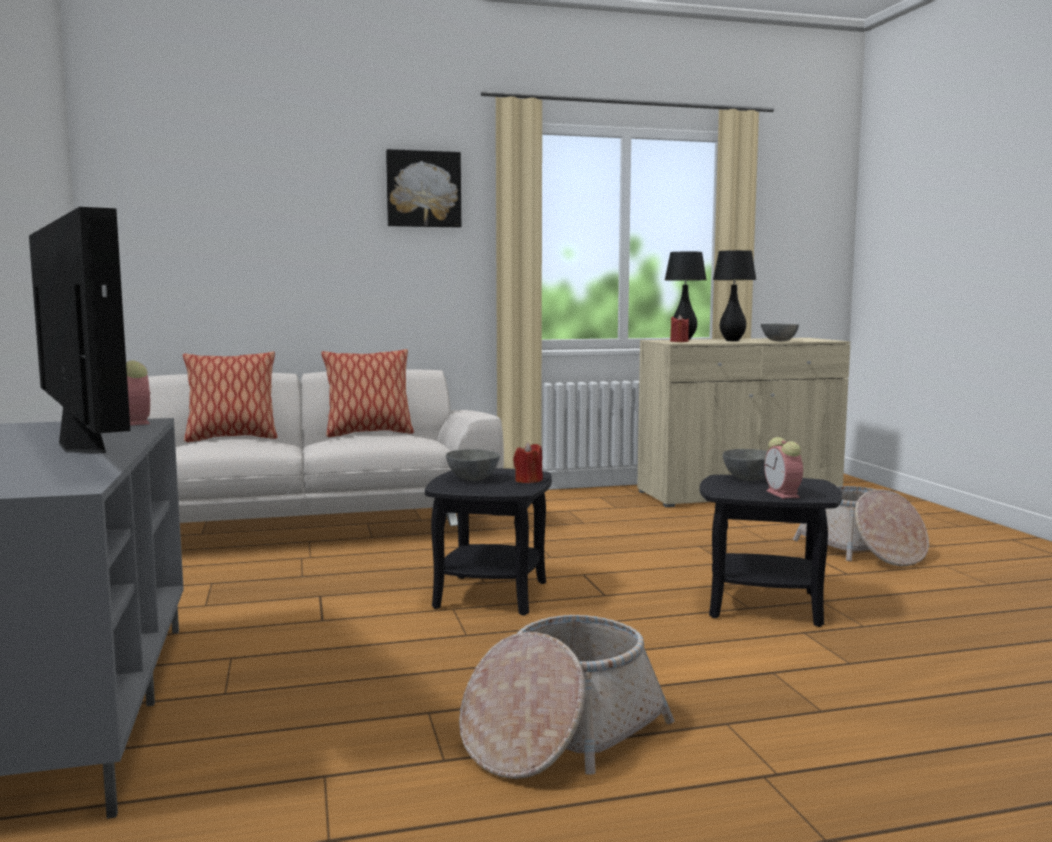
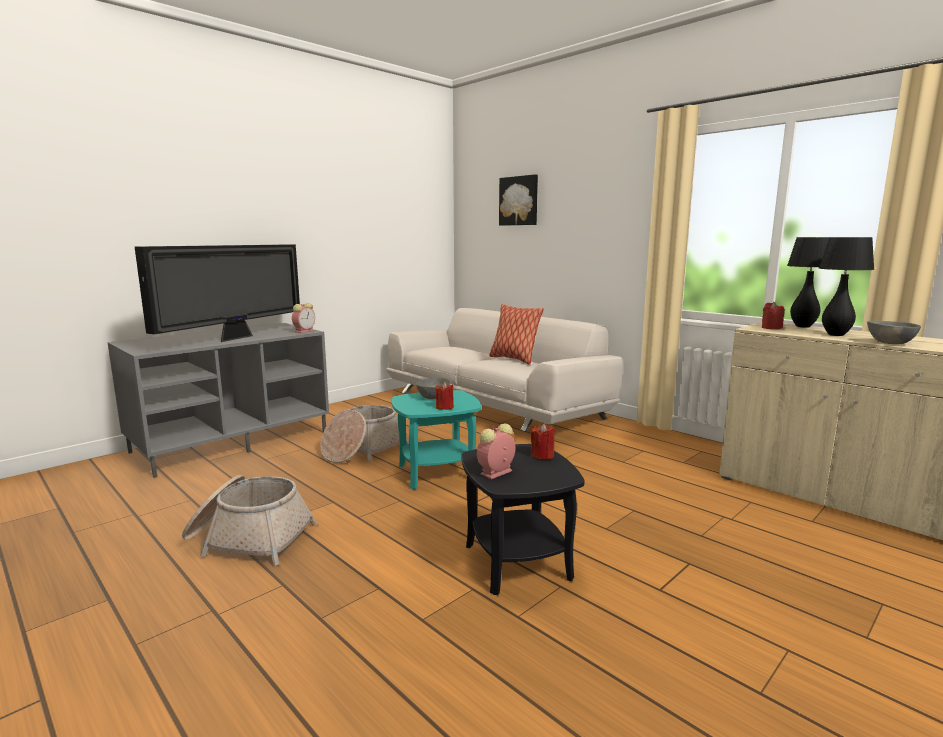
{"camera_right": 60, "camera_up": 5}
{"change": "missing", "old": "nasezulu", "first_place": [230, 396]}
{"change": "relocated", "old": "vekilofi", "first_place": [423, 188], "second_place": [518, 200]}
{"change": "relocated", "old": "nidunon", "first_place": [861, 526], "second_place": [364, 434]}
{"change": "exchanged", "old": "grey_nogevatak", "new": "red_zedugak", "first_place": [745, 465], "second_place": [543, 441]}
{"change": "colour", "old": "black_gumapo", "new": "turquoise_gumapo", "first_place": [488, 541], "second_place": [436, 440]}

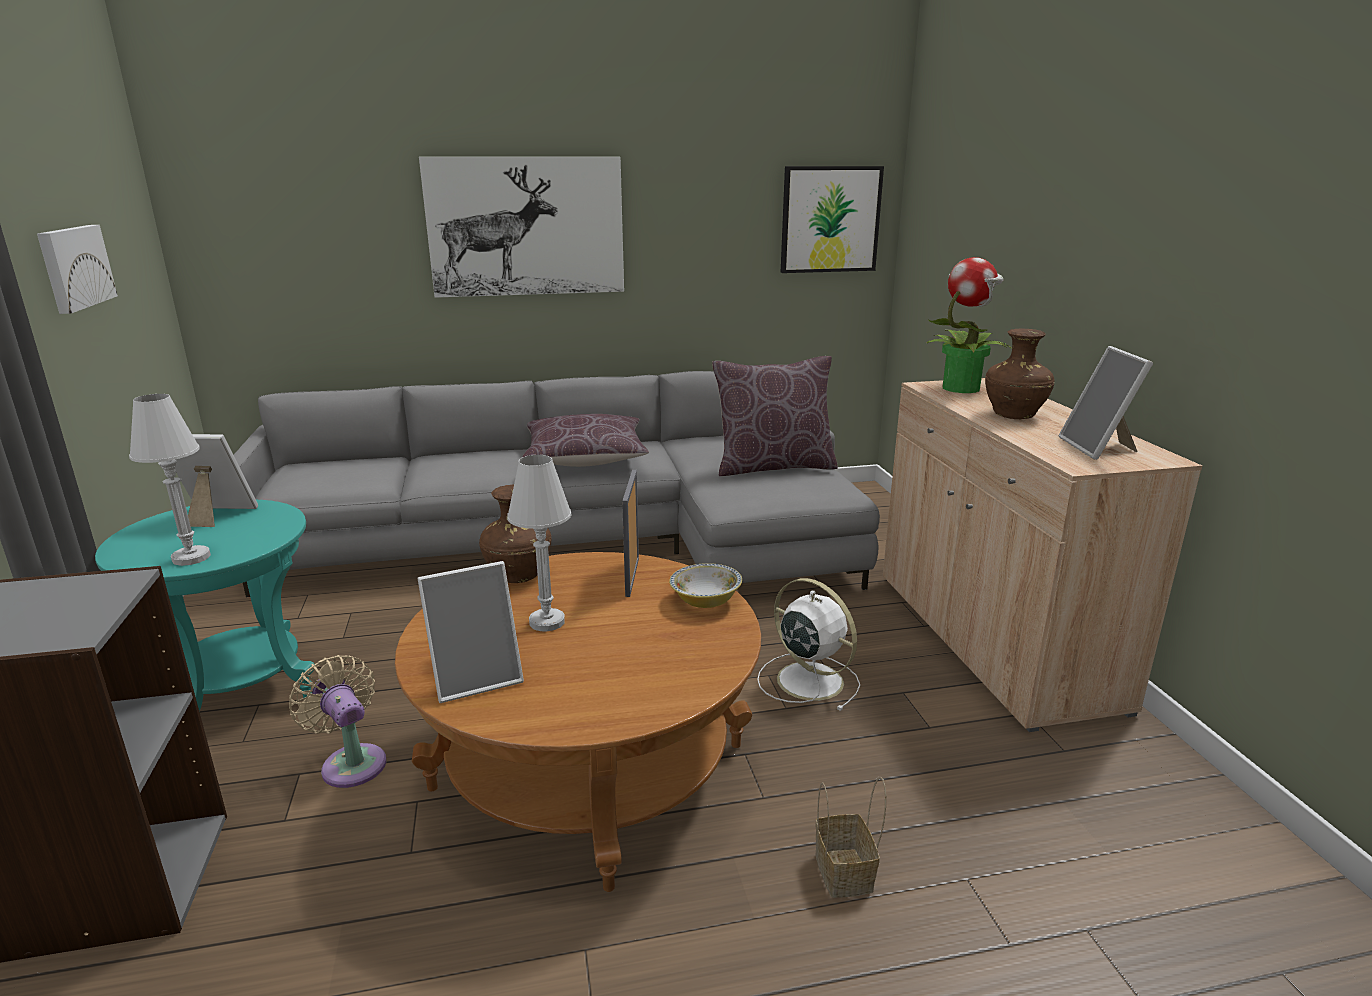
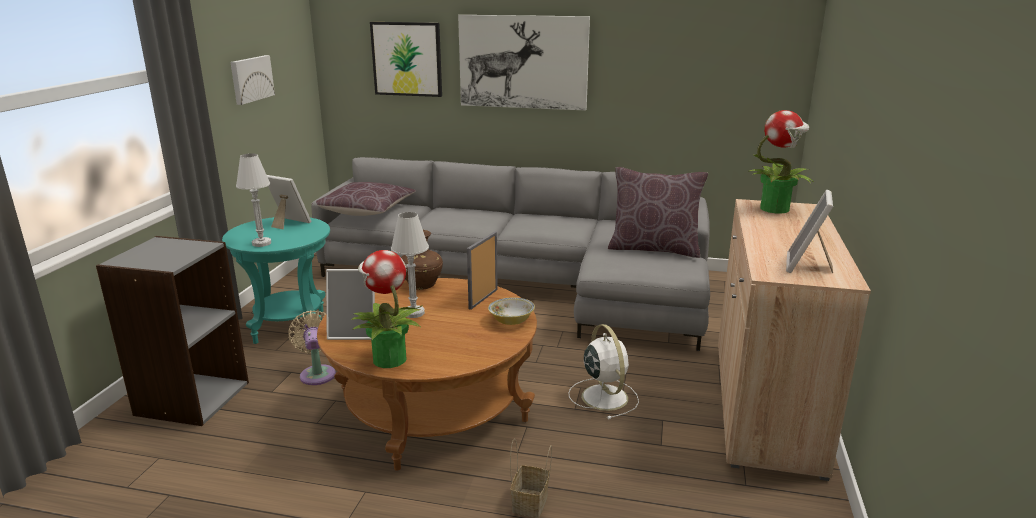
{"camera_right": 25, "camera_up": 0}
{"change": "missing", "old": "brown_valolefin", "first_place": [1020, 374]}
{"change": "appeared", "new": "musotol", "second_place": [386, 309]}
{"change": "relocated", "old": "brown_nasezulu", "first_place": [585, 440], "second_place": [363, 199]}
{"change": "relocated", "old": "vekilofi", "first_place": [832, 219], "second_place": [406, 59]}

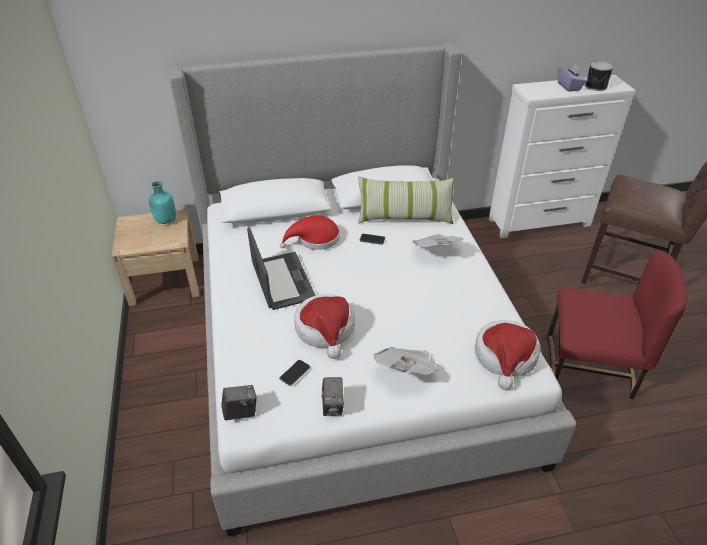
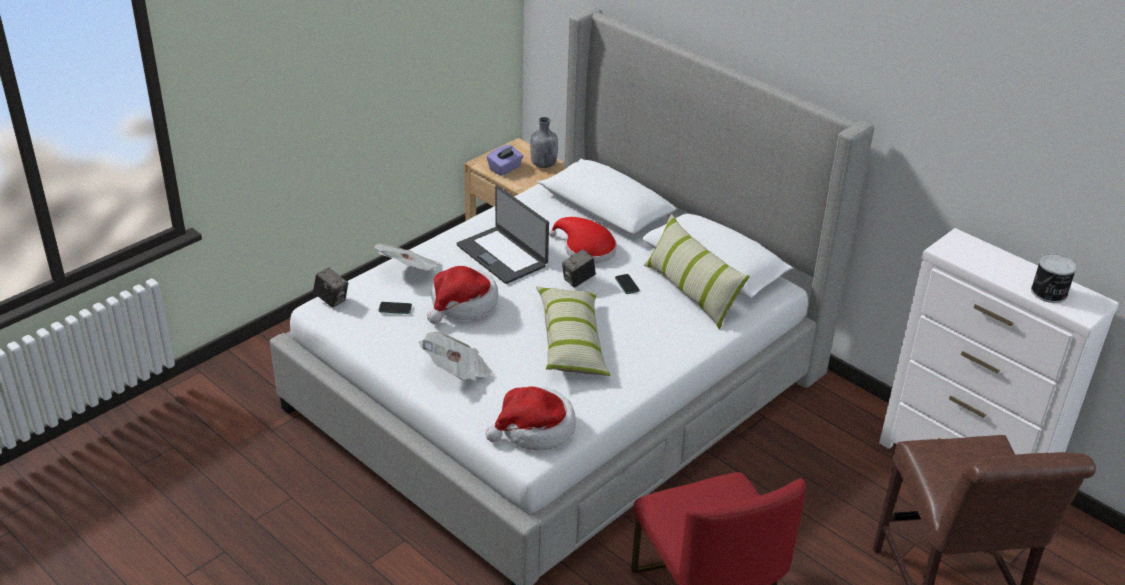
{"camera_right": 55, "camera_up": -5}
{"change": "appeared", "new": "nasezulu", "second_place": [573, 331]}
{"change": "relocated", "old": "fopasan", "first_place": [333, 396], "second_place": [579, 268]}
{"change": "relocated", "old": "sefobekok", "first_place": [438, 240], "second_place": [407, 257]}
{"change": "relocated", "old": "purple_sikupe", "first_place": [572, 77], "second_place": [505, 160]}
{"change": "colour", "old": "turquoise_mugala", "new": "grey_mugala", "first_place": [162, 202], "second_place": [544, 142]}
{"change": "spun", "old": "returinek", "first_place": [281, 268], "second_place": [502, 235], "degrees": 105}

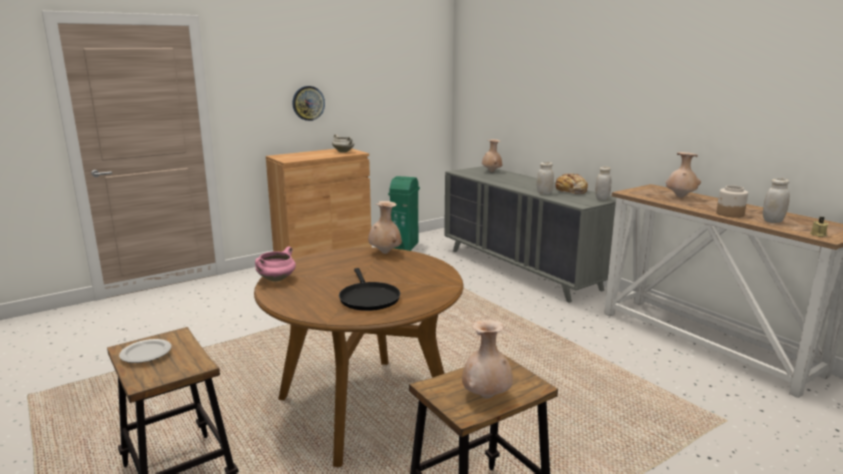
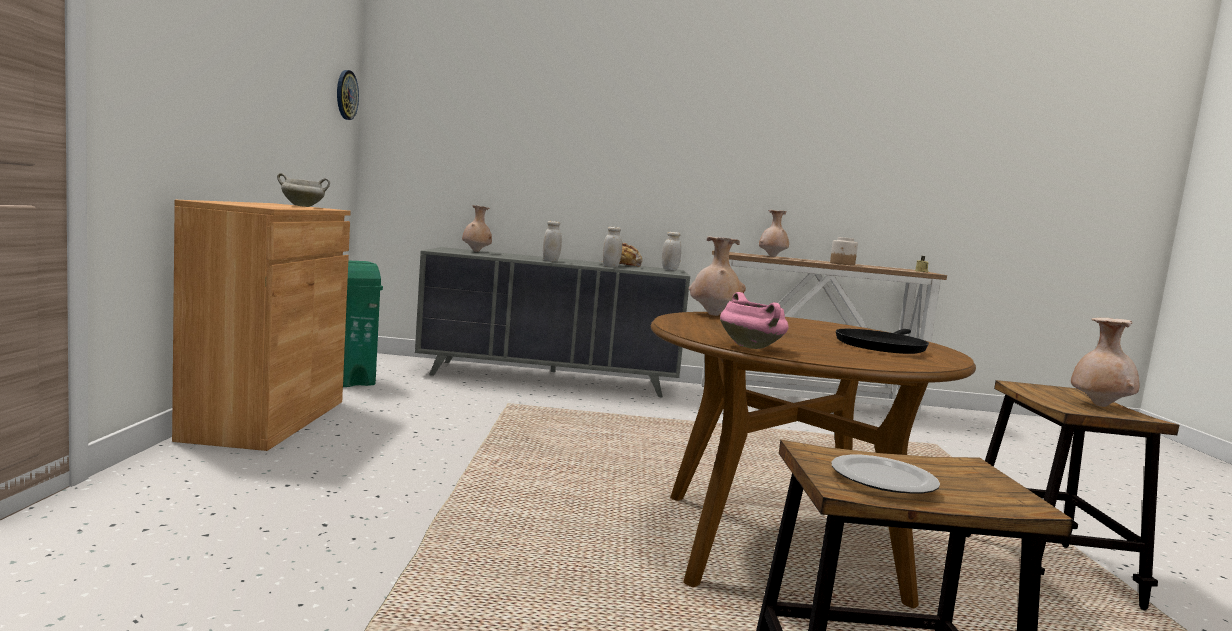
{"camera_right": -55, "camera_up": -10}
{"change": "relocated", "old": "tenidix", "first_place": [309, 103], "second_place": [348, 95]}
{"change": "relocated", "old": "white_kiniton", "first_place": [776, 200], "second_place": [552, 241]}
{"change": "spun", "old": "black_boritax", "first_place": [369, 289], "second_place": [882, 341], "degrees": 105}

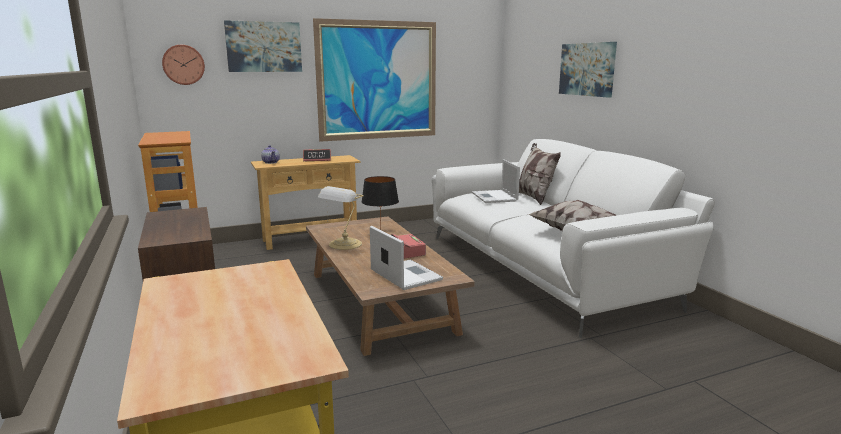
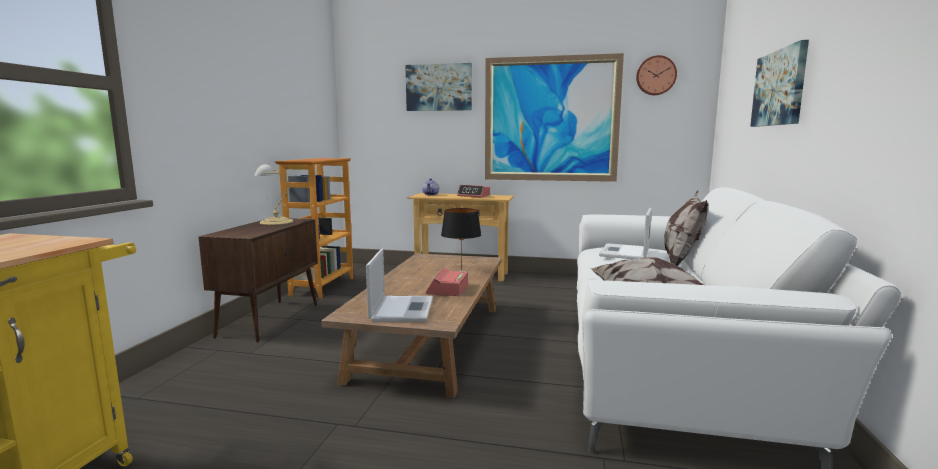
{"camera_right": 35, "camera_up": -5}
{"change": "relocated", "old": "tenidix", "first_place": [183, 65], "second_place": [656, 75]}
{"change": "relocated", "old": "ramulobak", "first_place": [341, 218], "second_place": [274, 194]}

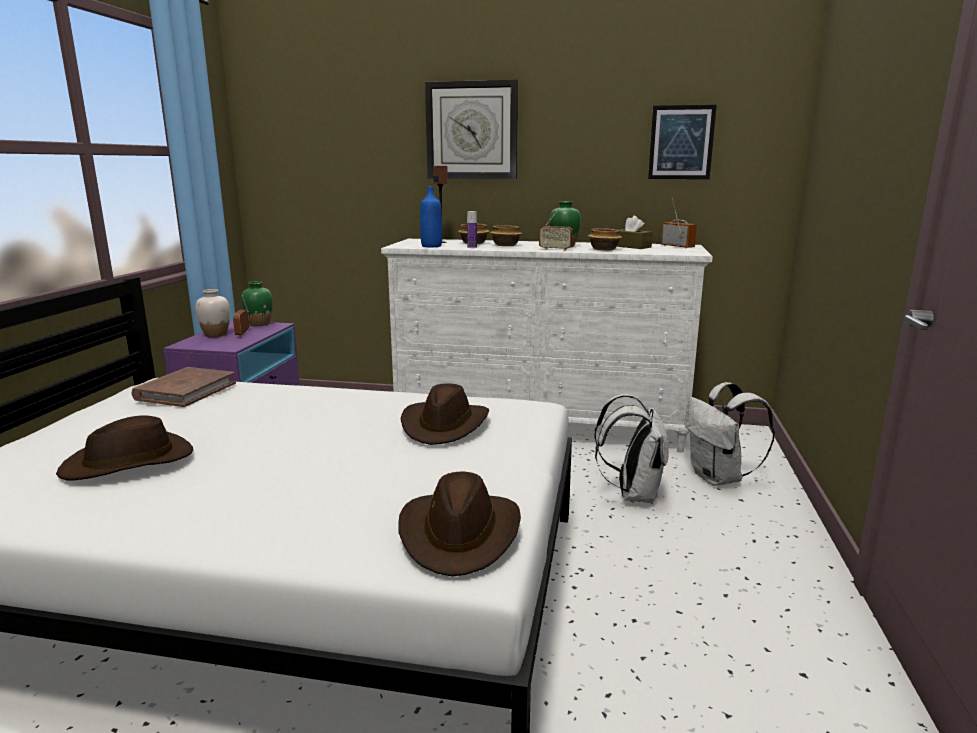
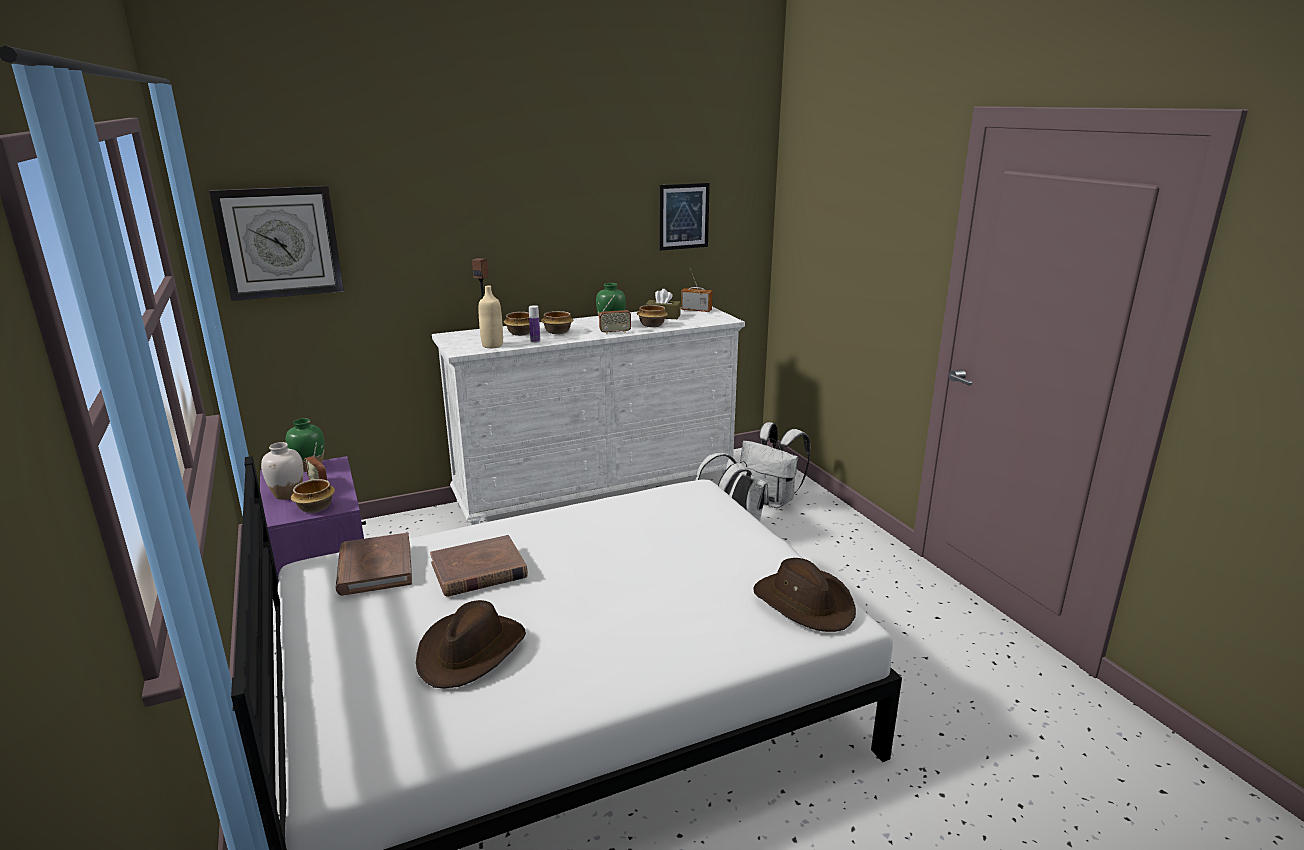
{"camera_right": -35, "camera_up": 5}
{"change": "missing", "old": "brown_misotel", "first_place": [445, 414]}
{"change": "appeared", "new": "nogevatak", "second_place": [313, 496]}
{"change": "appeared", "new": "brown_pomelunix", "second_place": [479, 566]}
{"change": "relocated", "old": "tenidix", "first_place": [471, 129], "second_place": [276, 243]}
{"change": "colour", "old": "blue_mugala", "new": "beige_mugala", "first_place": [431, 217], "second_place": [490, 317]}

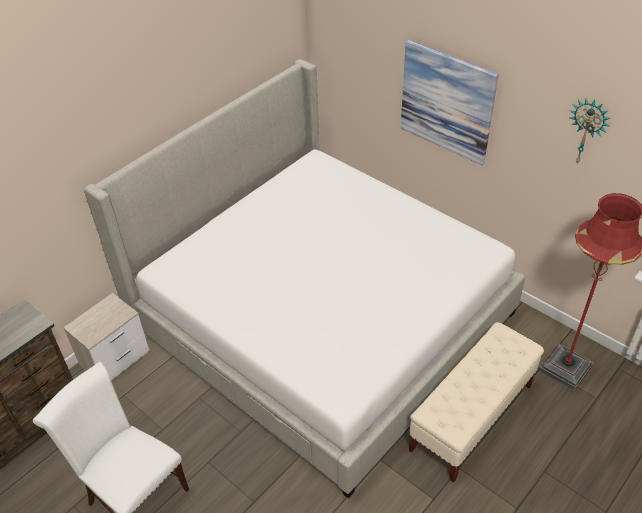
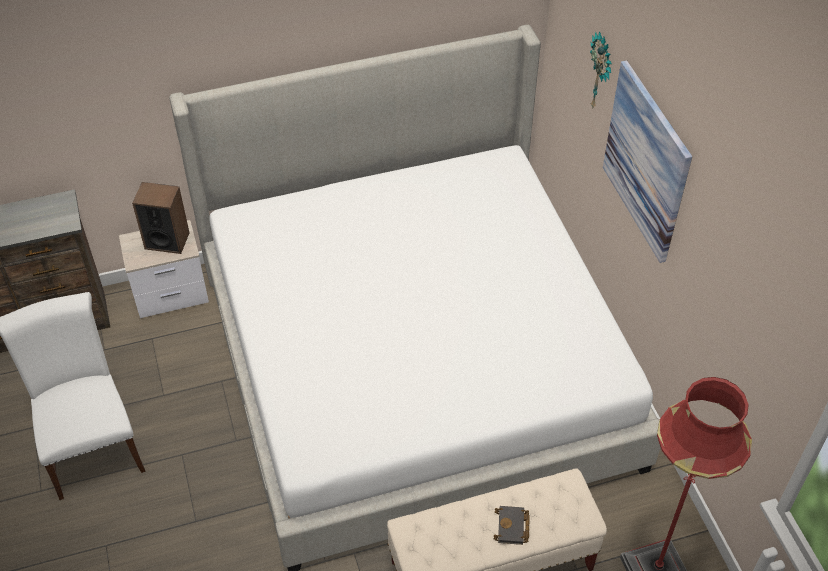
{"camera_right": 30, "camera_up": 5}
{"change": "appeared", "new": "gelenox", "second_place": [160, 218]}
{"change": "appeared", "new": "black_pomelunix", "second_place": [512, 525]}
{"change": "relocated", "old": "tenidix", "first_place": [590, 131], "second_place": [601, 70]}

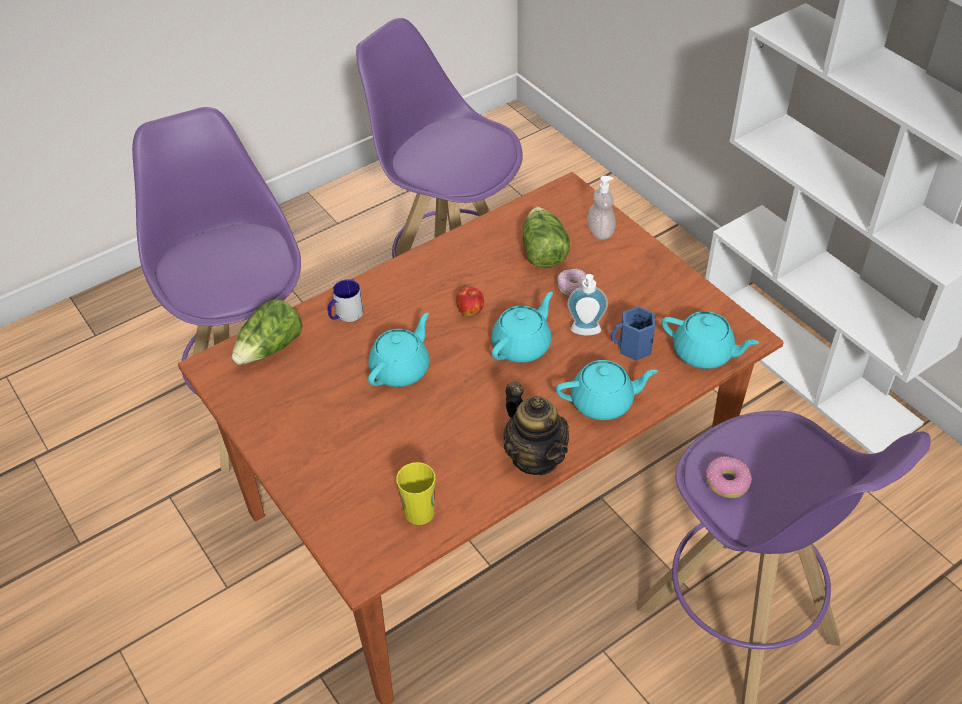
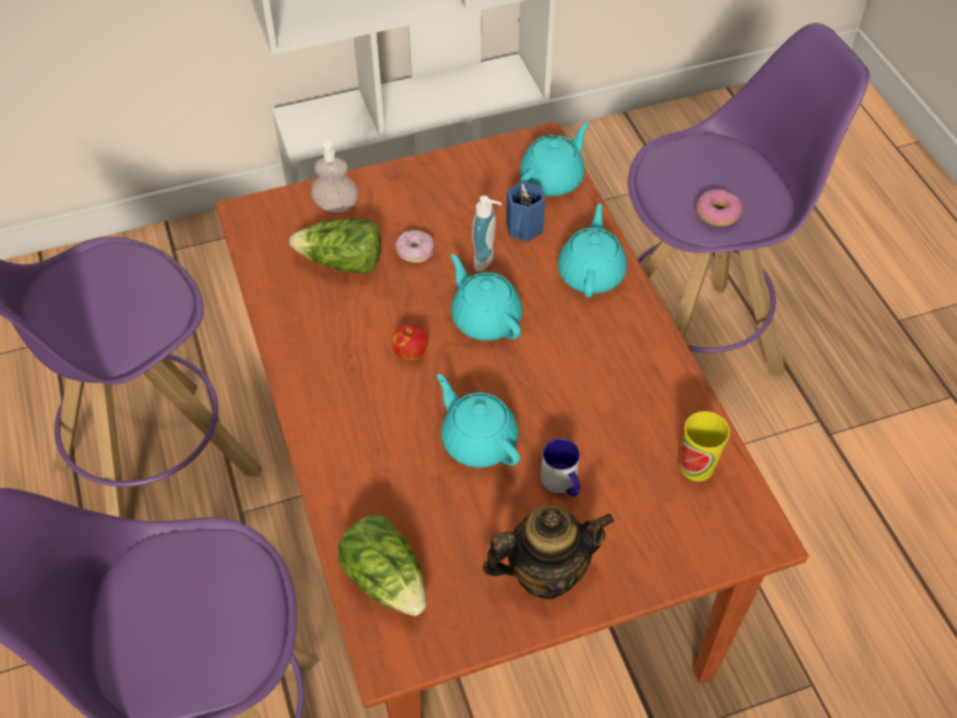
{"camera_right": -75, "camera_up": 5}
{"change": "relocated", "old": "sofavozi", "first_place": [345, 300], "second_place": [560, 467]}
{"change": "relocated", "old": "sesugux", "first_place": [536, 428], "second_place": [548, 552]}

